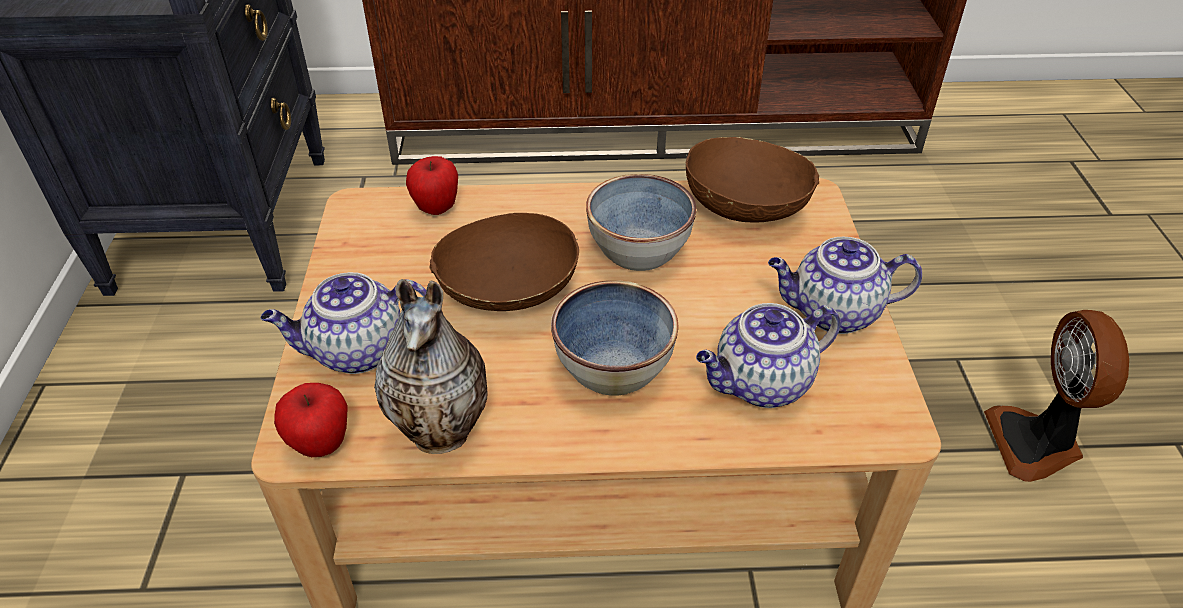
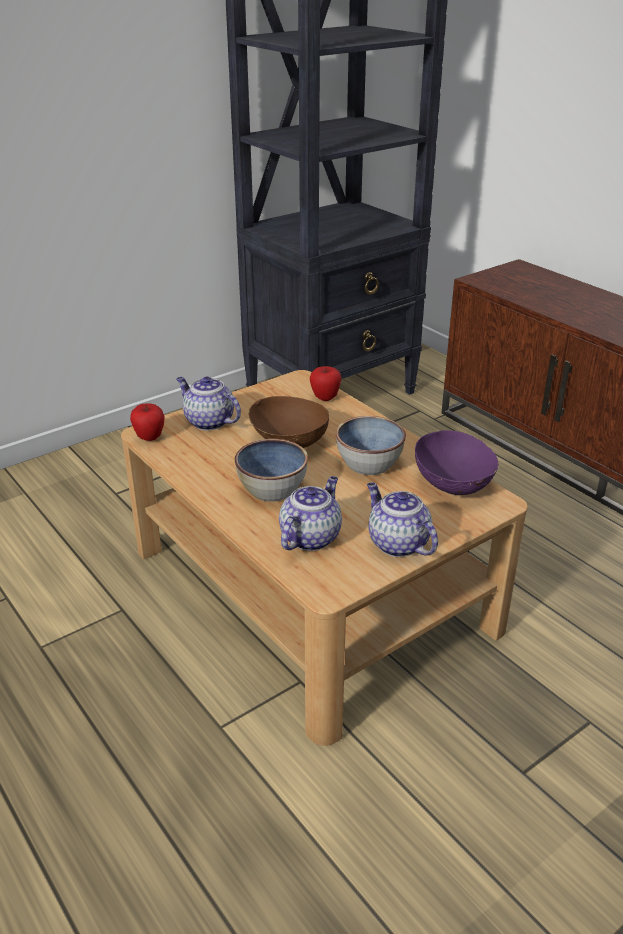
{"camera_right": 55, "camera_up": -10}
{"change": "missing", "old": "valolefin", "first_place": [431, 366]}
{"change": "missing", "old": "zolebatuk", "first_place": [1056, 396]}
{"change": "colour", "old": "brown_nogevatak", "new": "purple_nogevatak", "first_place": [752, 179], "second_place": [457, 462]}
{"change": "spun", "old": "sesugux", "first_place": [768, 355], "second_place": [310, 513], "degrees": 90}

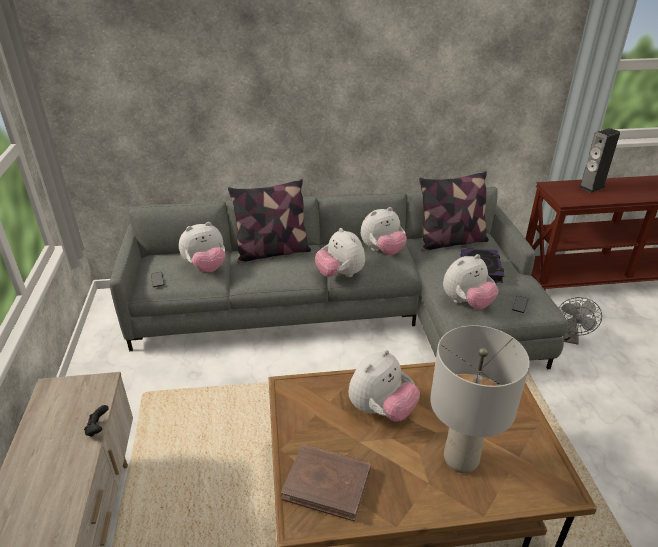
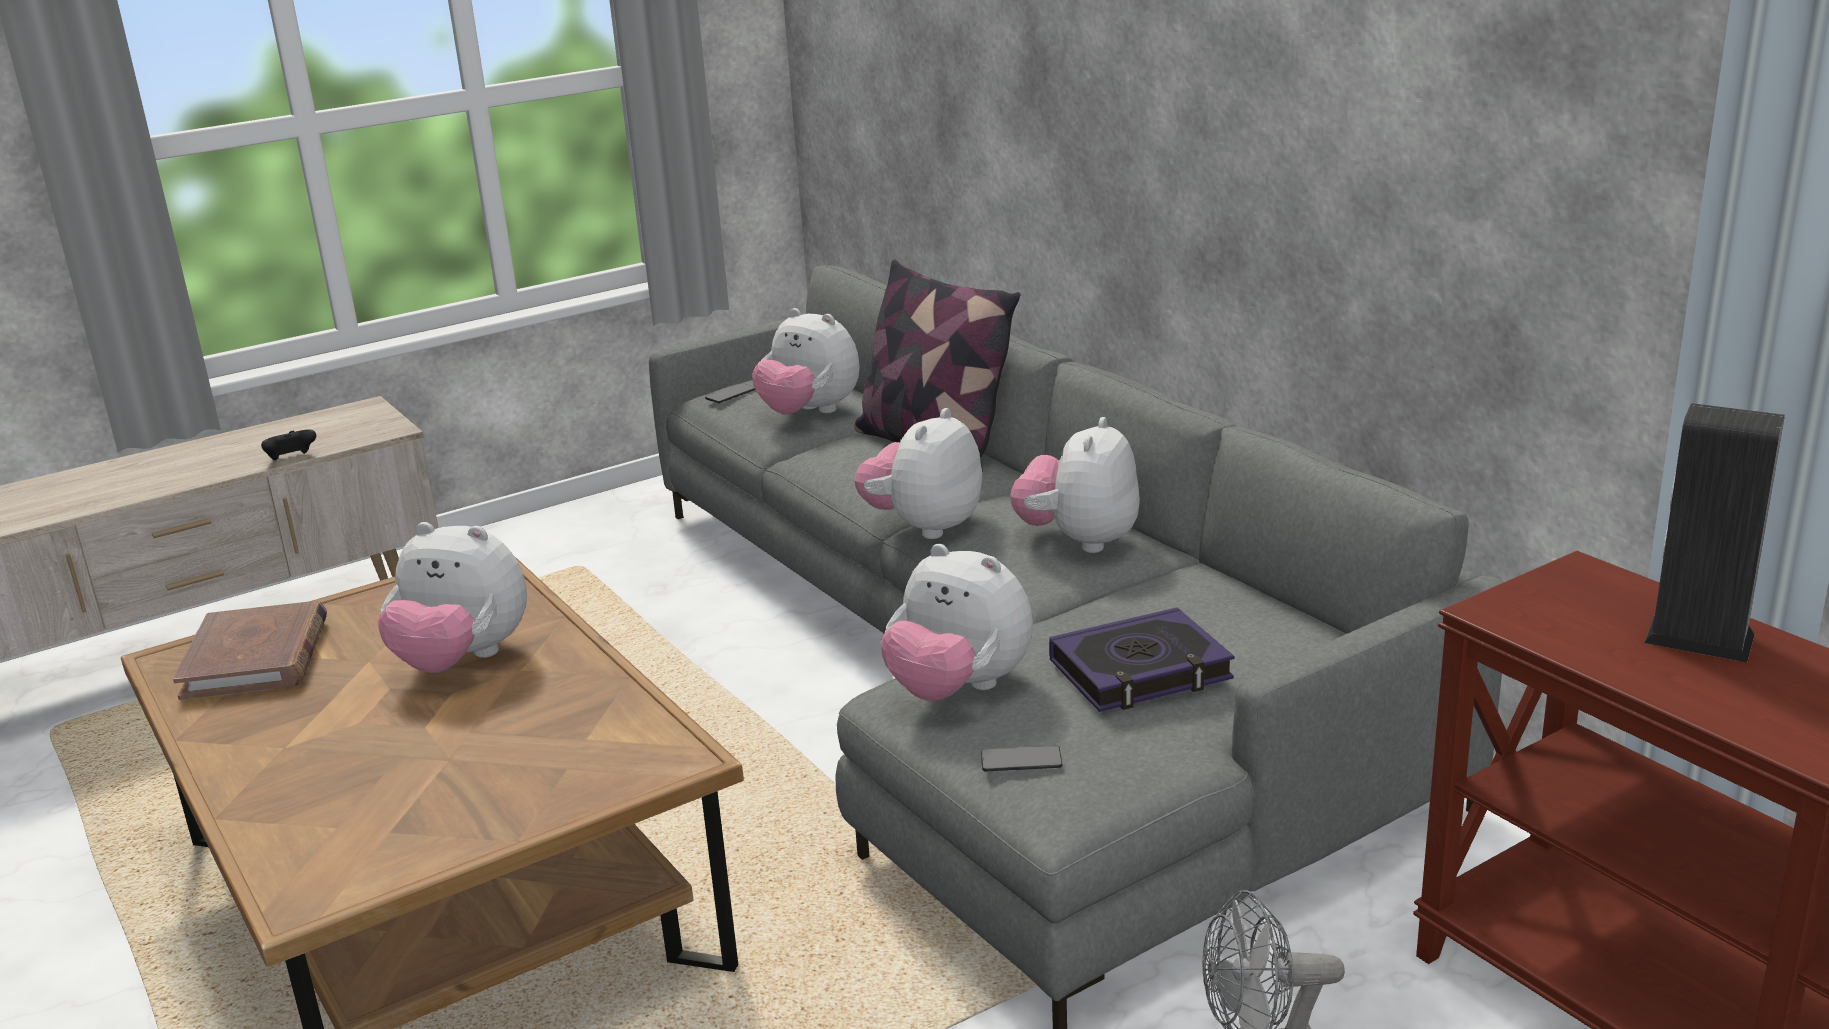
{"camera_right": 65, "camera_up": -10}
{"change": "missing", "old": "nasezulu", "first_place": [454, 211]}
{"change": "missing", "old": "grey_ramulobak", "first_place": [480, 399]}
{"change": "spun", "old": "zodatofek", "first_place": [384, 231], "second_place": [1075, 485], "degrees": 75}

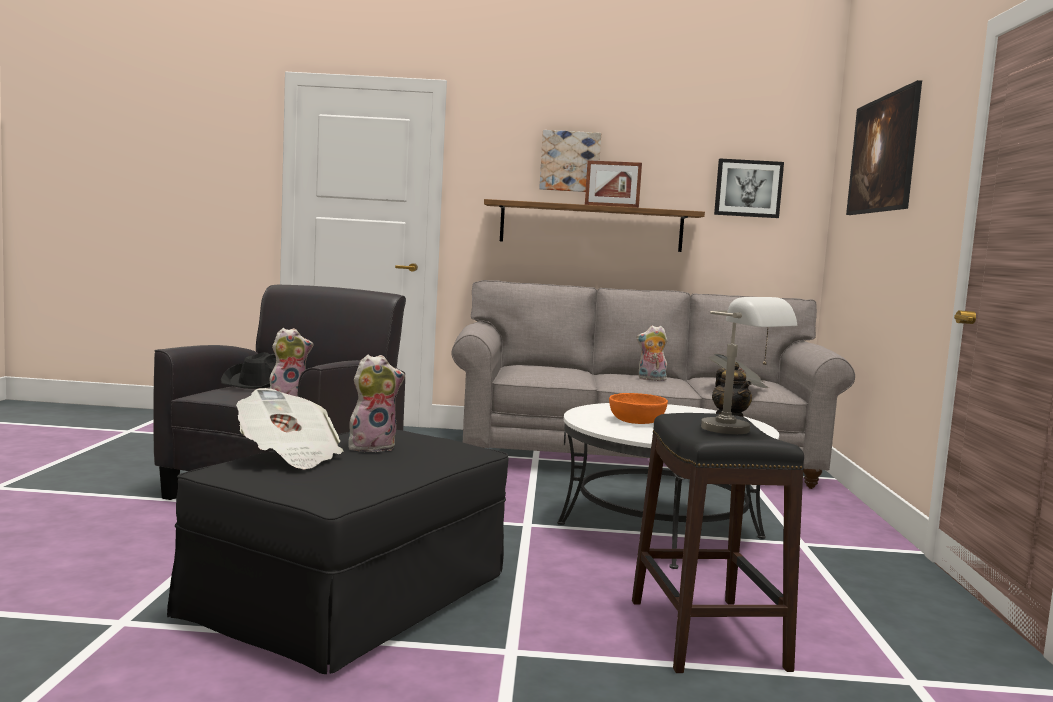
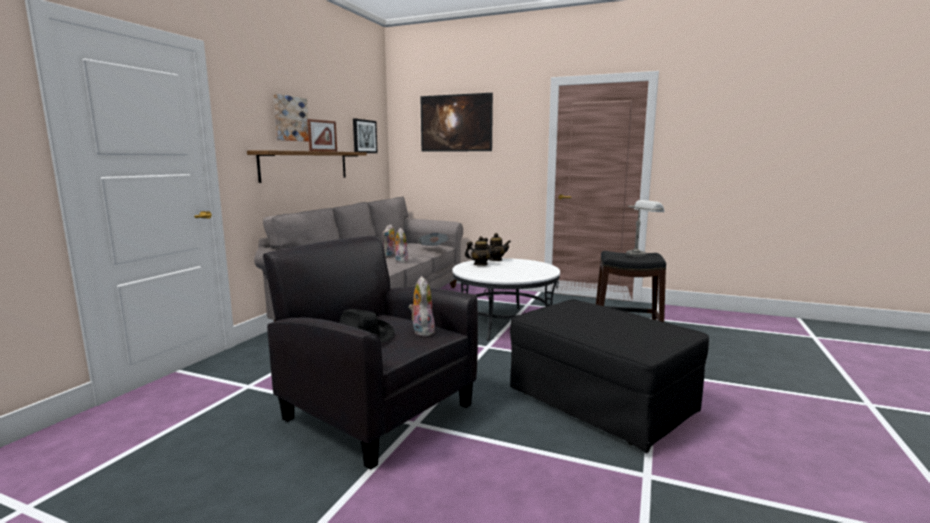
{"camera_right": -70, "camera_up": 5}
{"change": "missing", "old": "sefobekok", "first_place": [289, 428]}
{"change": "missing", "old": "orange_nogevatak", "first_place": [638, 408]}
{"change": "appeared", "new": "sesugux", "second_place": [480, 251]}
{"change": "relocated", "old": "zodatofek", "first_place": [376, 403], "second_place": [400, 245]}

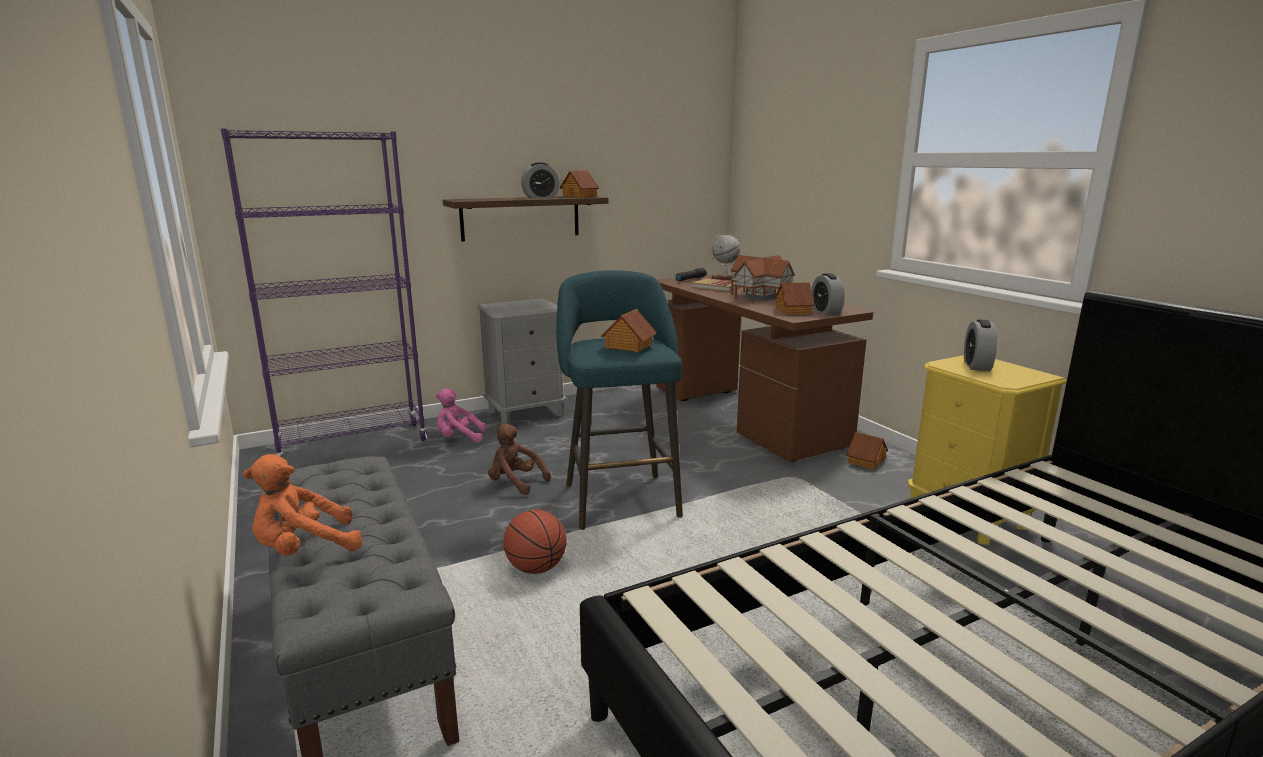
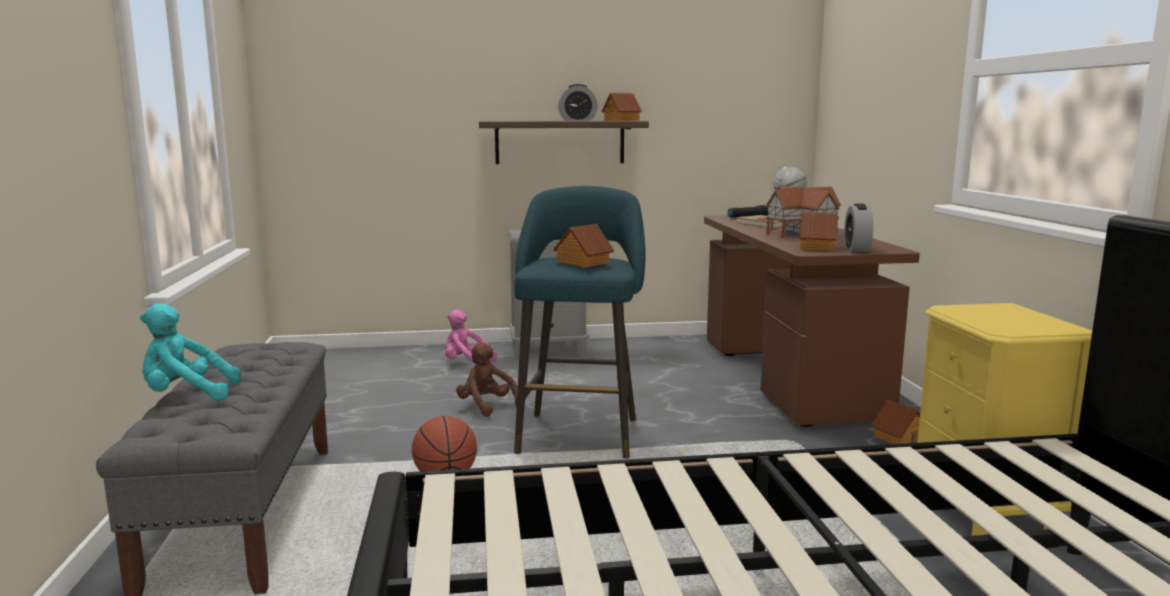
{"camera_right": 20, "camera_up": -5}
{"change": "missing", "old": "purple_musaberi", "first_place": [324, 293]}
{"change": "missing", "old": "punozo", "first_place": [980, 345]}
{"change": "colour", "old": "orange_zodatofek", "new": "turquoise_zodatofek", "first_place": [302, 505], "second_place": [190, 352]}

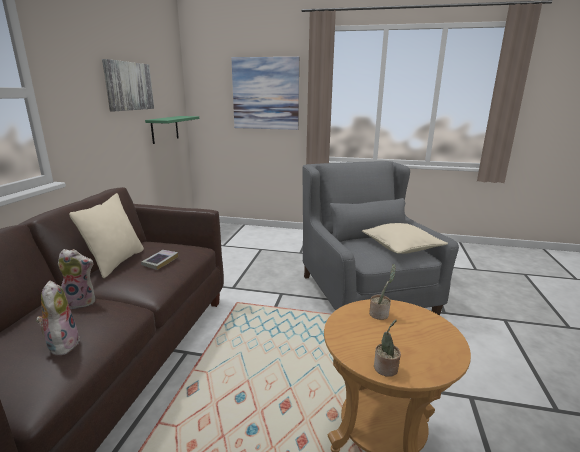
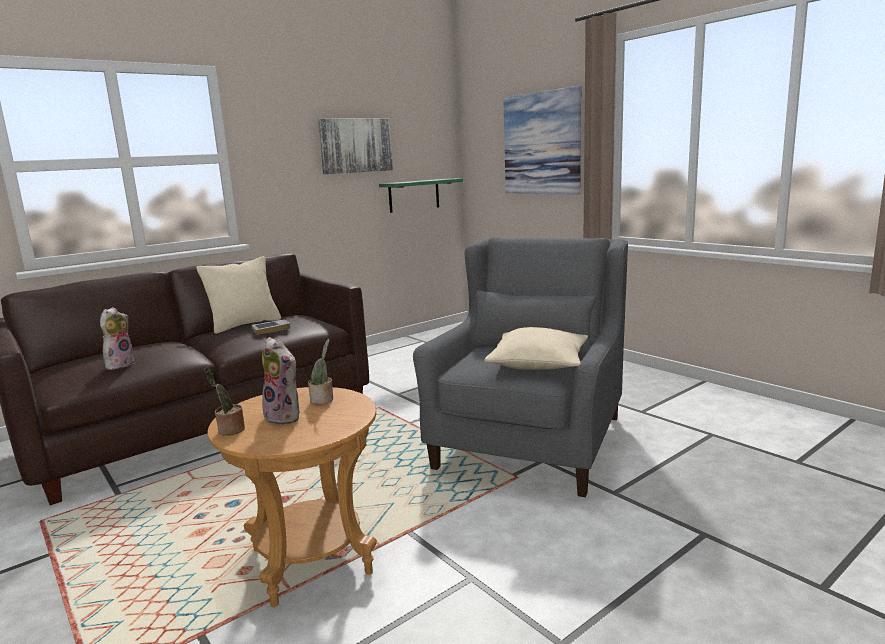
{"camera_right": 40, "camera_up": -5}
{"change": "relocated", "old": "zodatofek", "first_place": [76, 279], "second_place": [280, 381]}

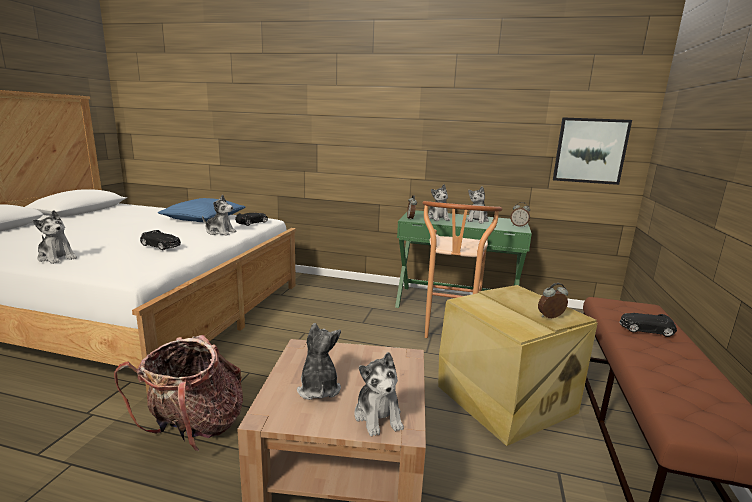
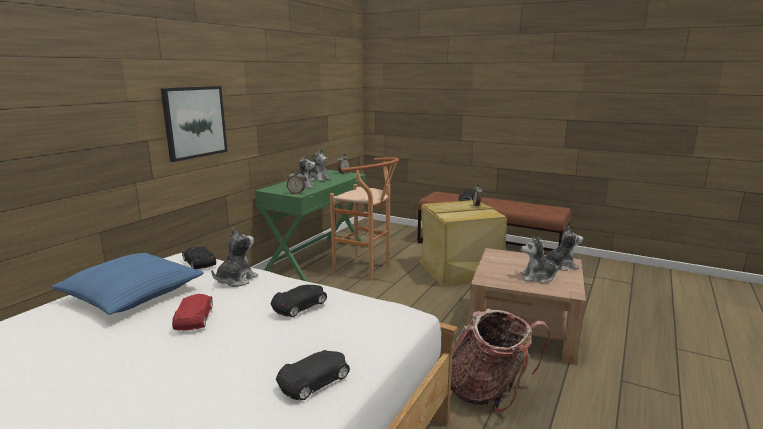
{"camera_right": -75, "camera_up": 0}
{"change": "appeared", "new": "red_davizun", "second_place": [192, 312]}
{"change": "relocated", "old": "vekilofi", "first_place": [592, 151], "second_place": [194, 124]}
{"change": "exchanged", "old": "zodatofek", "new": "black_davizun", "first_place": [55, 237], "second_place": [313, 375]}

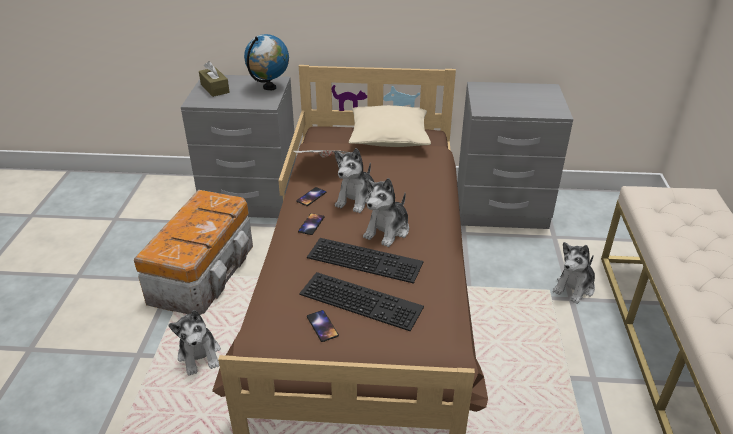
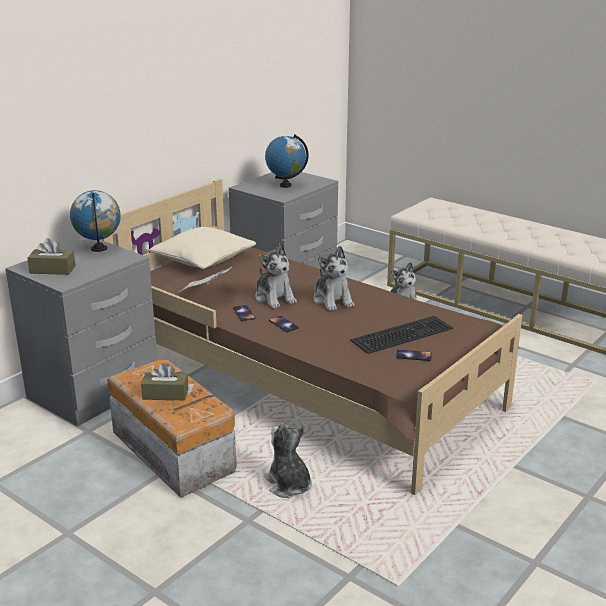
{"camera_right": -55, "camera_up": -10}
{"change": "missing", "old": "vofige", "first_place": [365, 261]}
{"change": "appeared", "new": "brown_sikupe", "second_place": [165, 381]}
{"change": "appeared", "new": "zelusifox", "second_place": [286, 161]}
{"change": "spun", "old": "zodatofek", "first_place": [194, 343], "second_place": [287, 460], "degrees": -135}

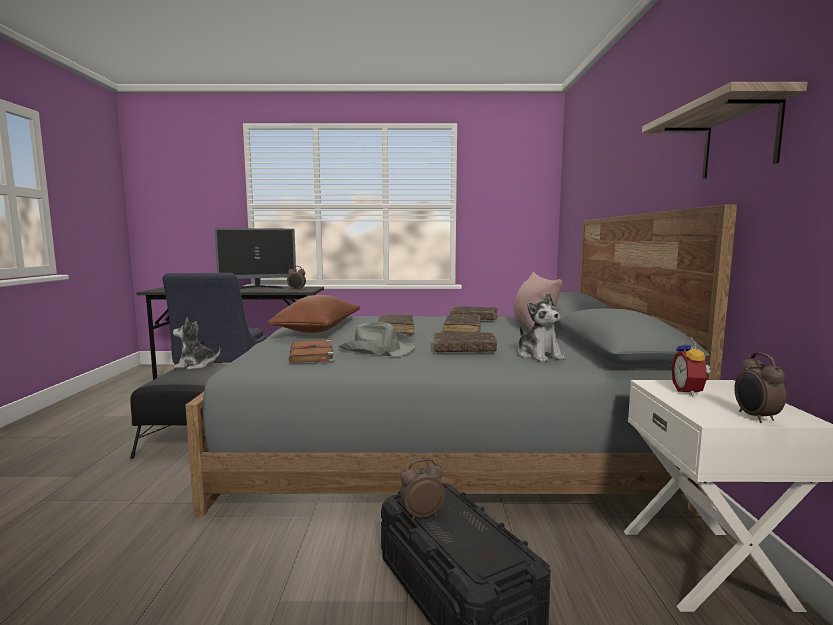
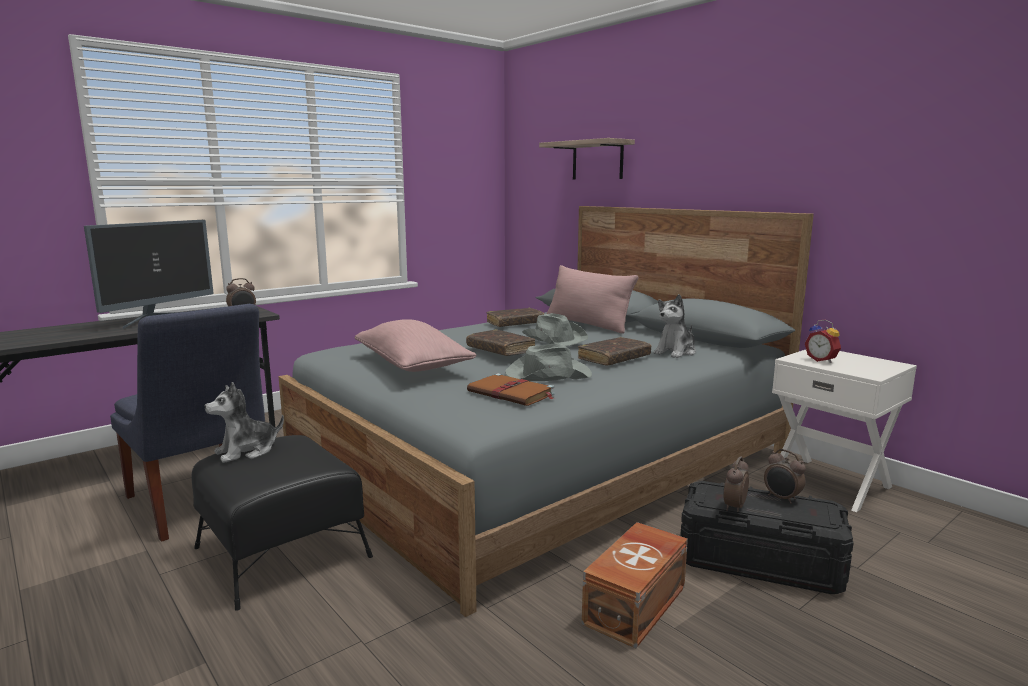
{"camera_right": -40, "camera_up": 5}
{"change": "appeared", "new": "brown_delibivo", "second_place": [635, 585]}
{"change": "relocated", "old": "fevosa", "first_place": [725, 130], "second_place": [587, 158]}
{"change": "relocated", "old": "punozo", "first_place": [760, 388], "second_place": [785, 476]}
{"change": "exchanged", "old": "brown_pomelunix", "new": "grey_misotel", "first_place": [462, 323], "second_place": [555, 329]}
{"change": "colour", "old": "brown_nasezulu", "new": "pink_nasezulu", "first_place": [314, 314], "second_place": [415, 345]}
{"change": "spun", "old": "zodatofek", "first_place": [541, 327], "second_place": [675, 326], "degrees": 105}

